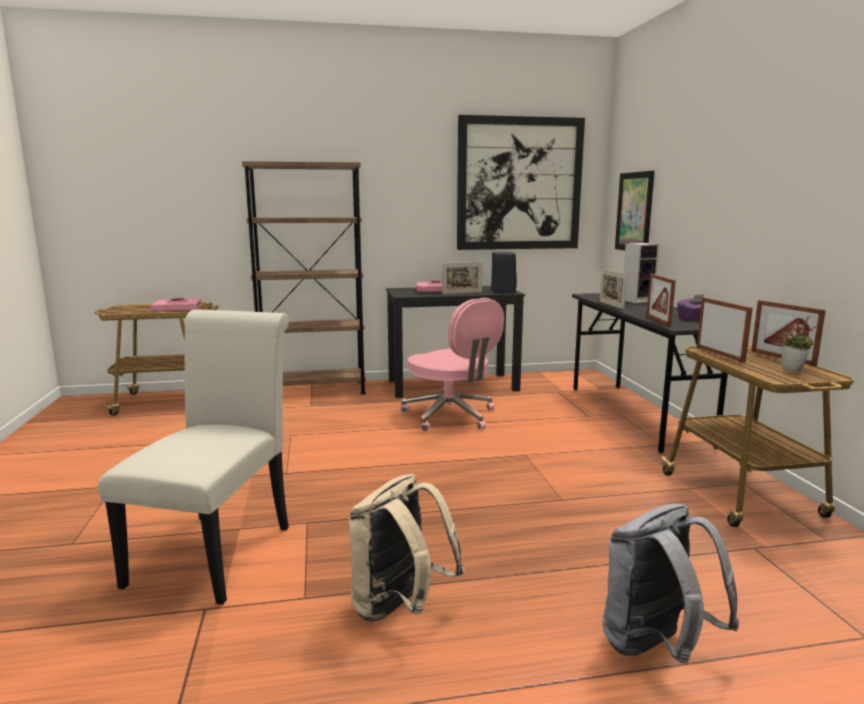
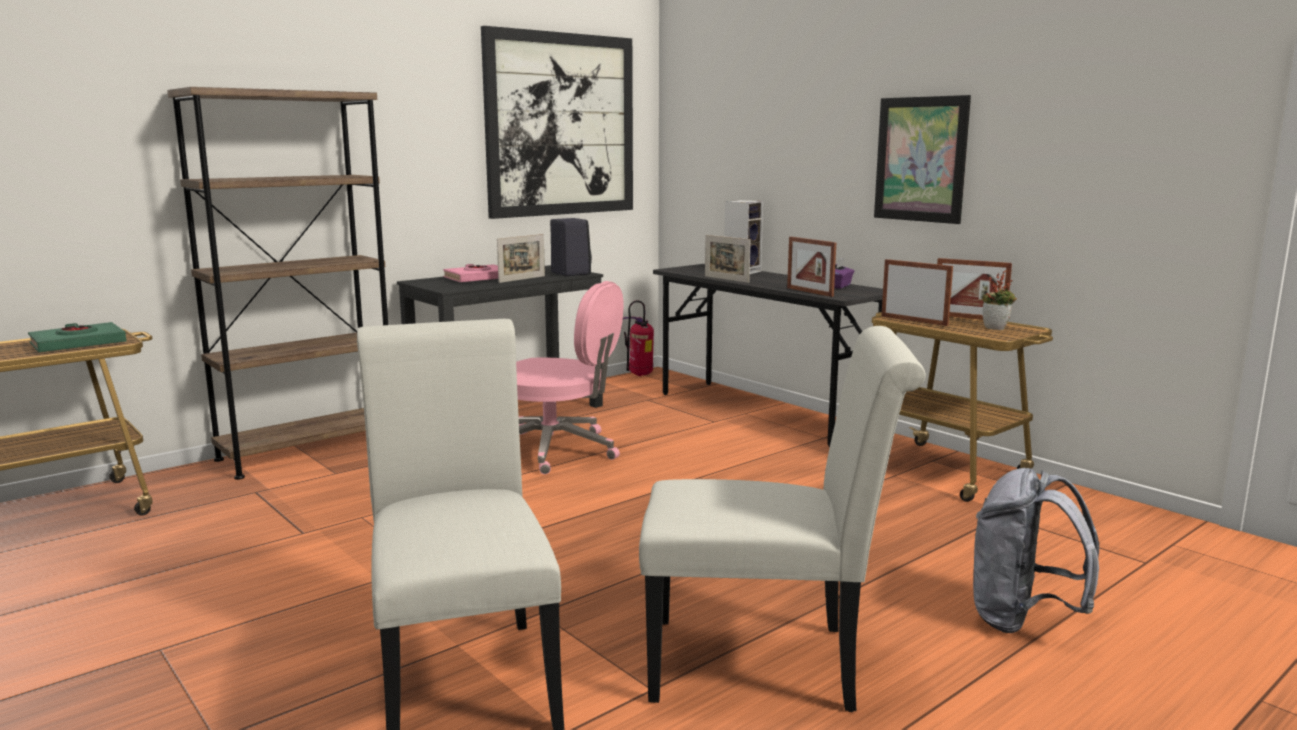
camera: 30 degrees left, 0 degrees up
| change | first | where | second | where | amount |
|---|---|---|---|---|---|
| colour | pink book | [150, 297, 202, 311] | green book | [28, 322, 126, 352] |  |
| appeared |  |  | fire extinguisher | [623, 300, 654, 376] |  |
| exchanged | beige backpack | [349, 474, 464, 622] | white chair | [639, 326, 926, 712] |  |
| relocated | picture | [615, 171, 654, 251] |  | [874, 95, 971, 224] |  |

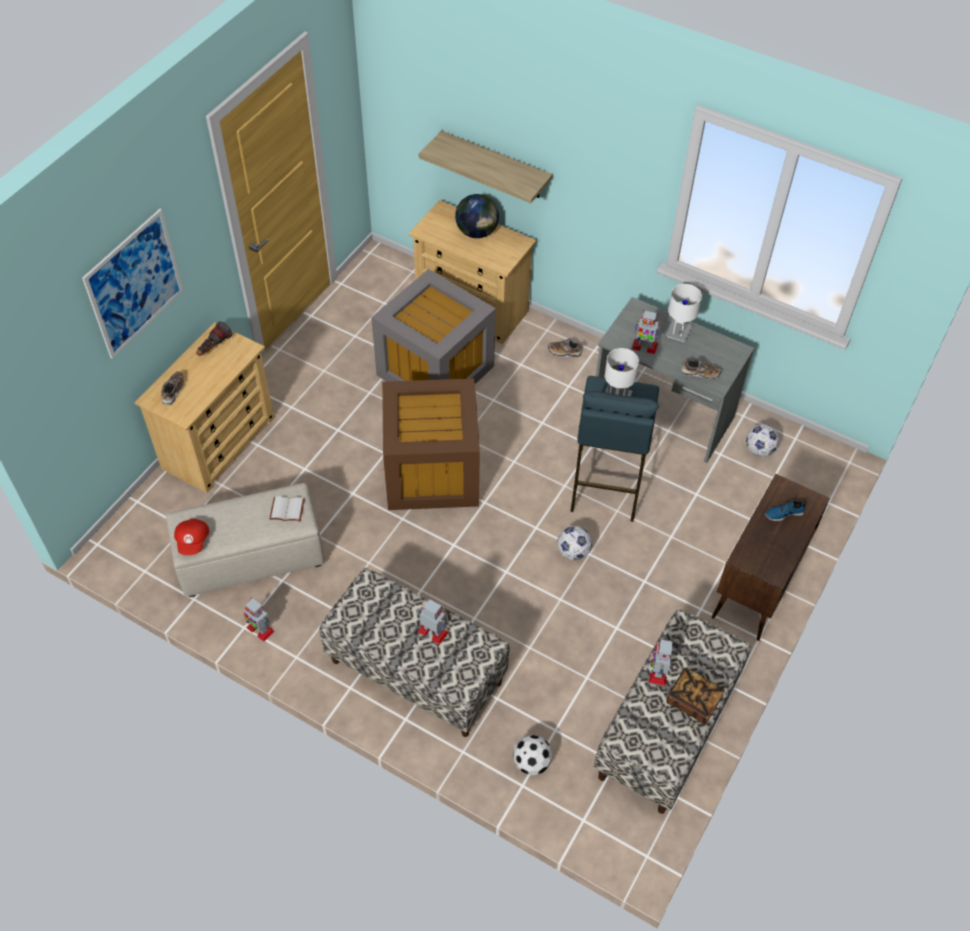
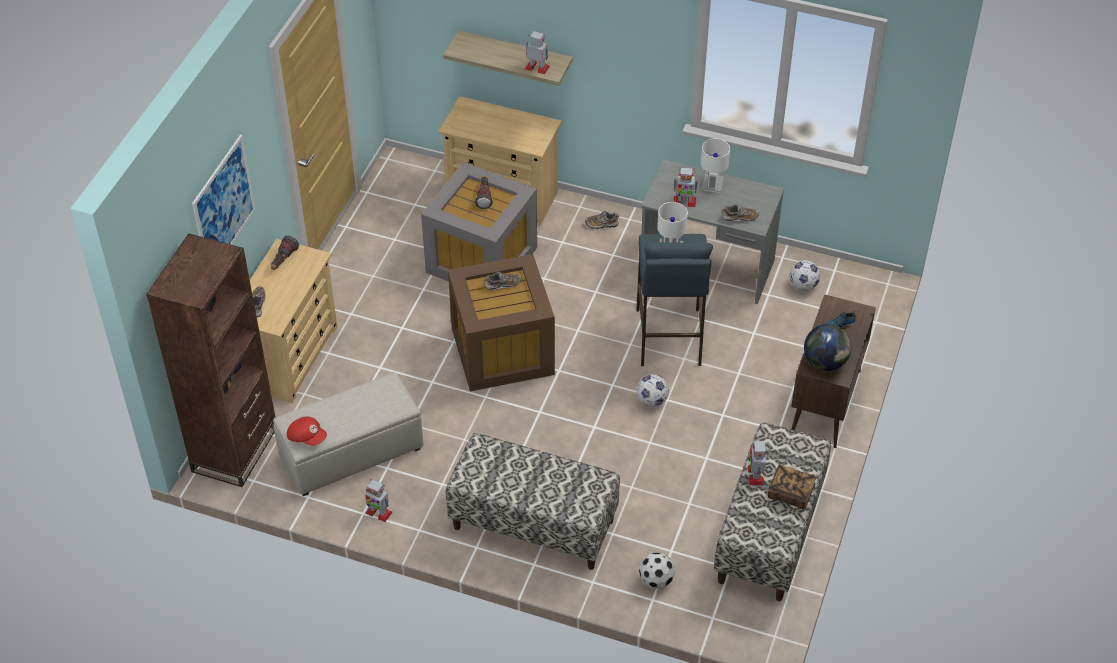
camera: 10 degrees left, 5 degrees down
| change | first | where | second | where | amount |
|---|---|---|---|---|---|
| appeared |  |  | brown bookcase | [146, 233, 276, 487] |  |
| spun | red cap | [174, 519, 209, 555] |  | [287, 417, 327, 446] | 45 degrees counterclockwise |
| appeared |  |  | flashlight | [475, 176, 493, 209] |  |
| appeared |  |  | shoe | [484, 272, 521, 290] |  |
| relocated | toy robot | [417, 599, 449, 644] |  | [525, 31, 550, 74] |  |
| relocated | globe | [455, 194, 499, 238] |  | [804, 324, 851, 371] |  |
| missing | white book | [270, 496, 304, 521] |  |  |  |

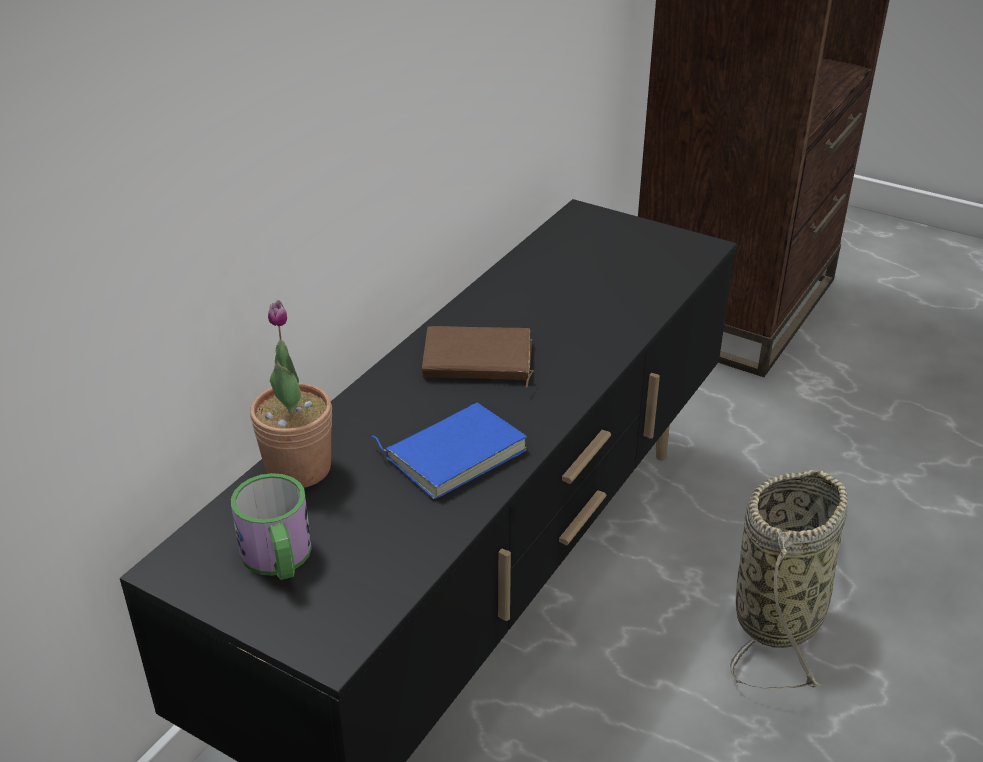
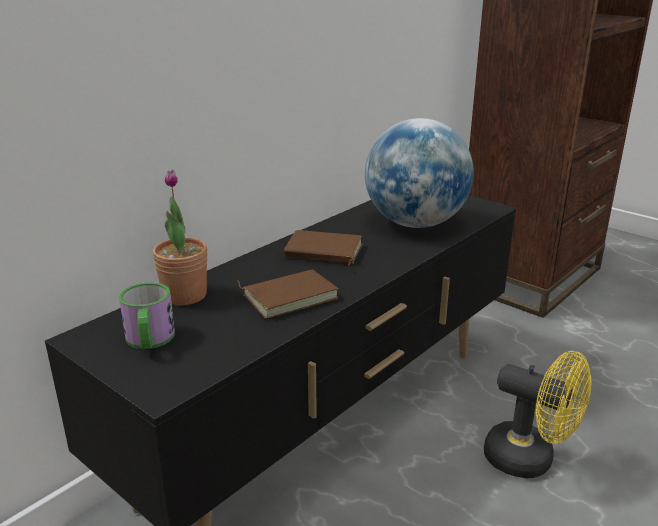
camera: 10 degrees right, 10 degrees down
| change | first | where | second | where | amount |
|---|---|---|---|---|---|
| colour | blue book | [371, 403, 527, 499] | brown book | [237, 269, 338, 319] |  |
| appeared |  |  | globe | [365, 118, 474, 228] |  |
| exchanged | basket | [730, 470, 848, 689] | yellow fan | [484, 351, 592, 479] |  |

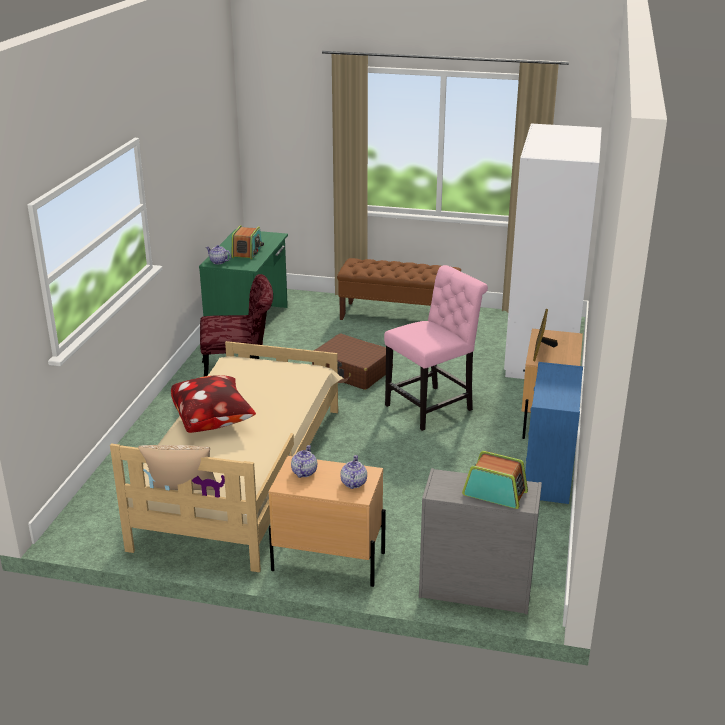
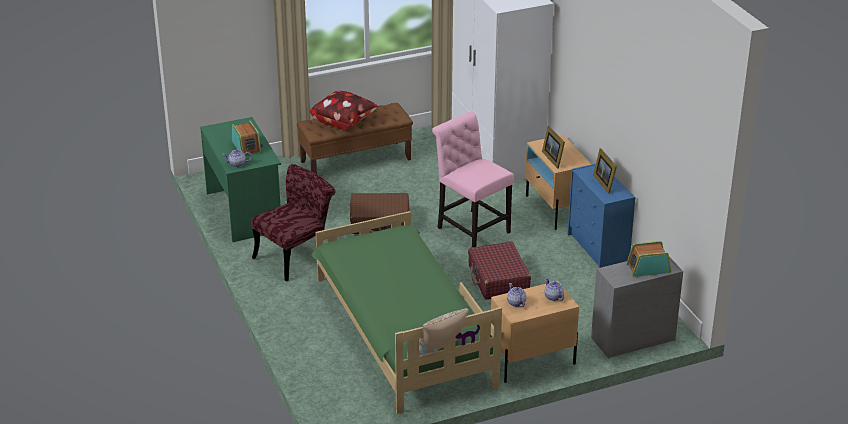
camera: 35 degrees left, 5 degrees up
| change | first | where | second | where | amount |
|---|---|---|---|---|---|
| relocated | pillow | [171, 375, 256, 433] |  | [309, 91, 378, 130] |  |
| colour | beige bed | [110, 341, 344, 572] | green bed | [311, 211, 502, 414] |  |
| spun | pink chair | [384, 265, 488, 431] |  | [432, 112, 514, 247] | 60 degrees counterclockwise |
| appeared |  |  | red suitcase | [468, 242, 531, 300] |  |
| appeared |  |  | picture frame | [593, 148, 617, 194] |  |

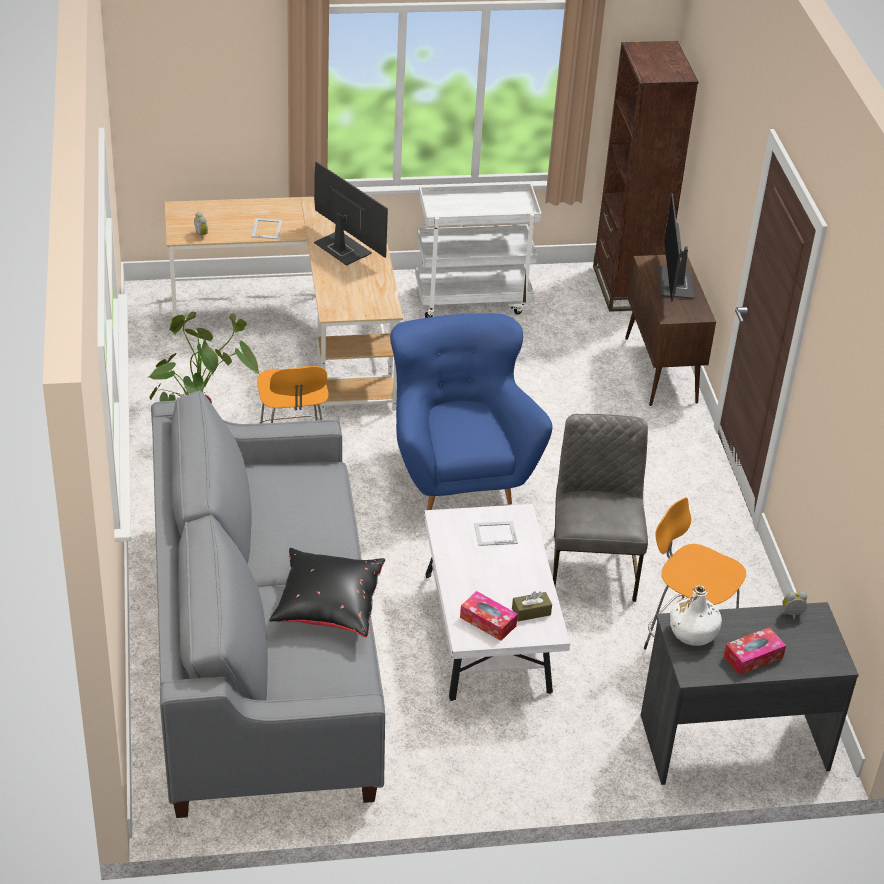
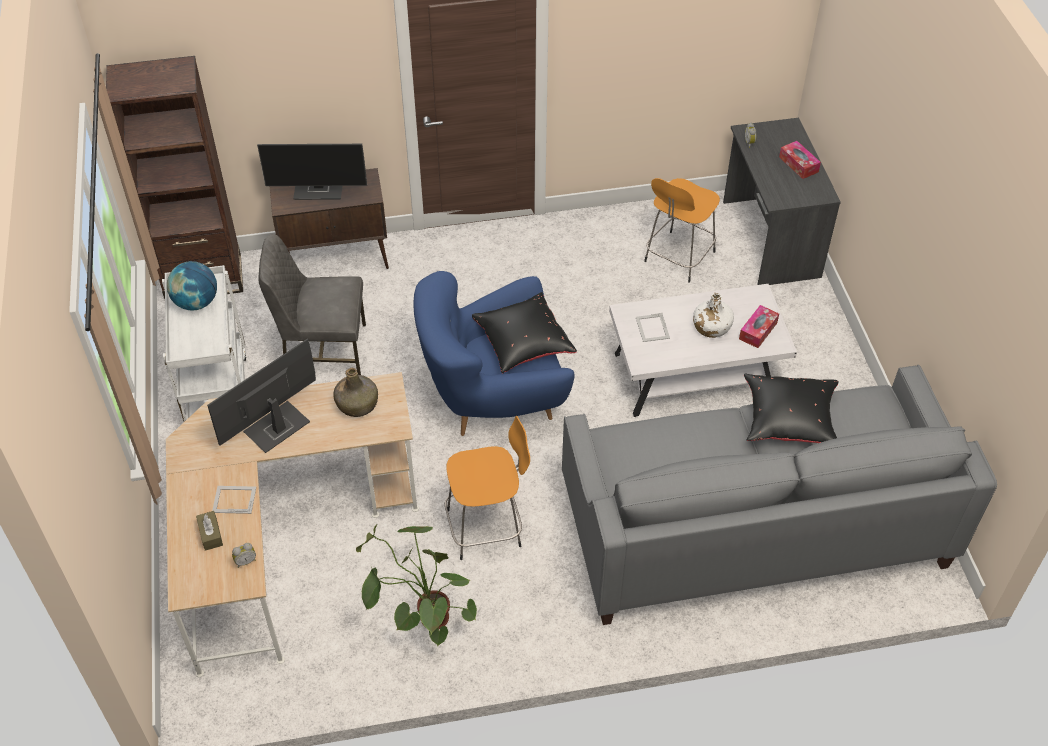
camera: 90 degrees left, 10 degrees up
| change | first | where | second | where | amount |
|---|---|---|---|---|---|
| appeared |  |  | globe | [167, 261, 217, 311] |  |
| relocated | brown tissue box | [512, 591, 552, 621] |  | [196, 511, 223, 551] |  |
| relocated | grey chair | [553, 414, 648, 602] |  | [259, 234, 366, 375] |  |
| appeared |  |  | green bottle | [333, 368, 378, 417] |  |
| appeared |  |  | black pillow | [472, 292, 577, 373] |  |
| relocated | white bottle | [670, 585, 722, 646] |  | [693, 293, 734, 338] |  |

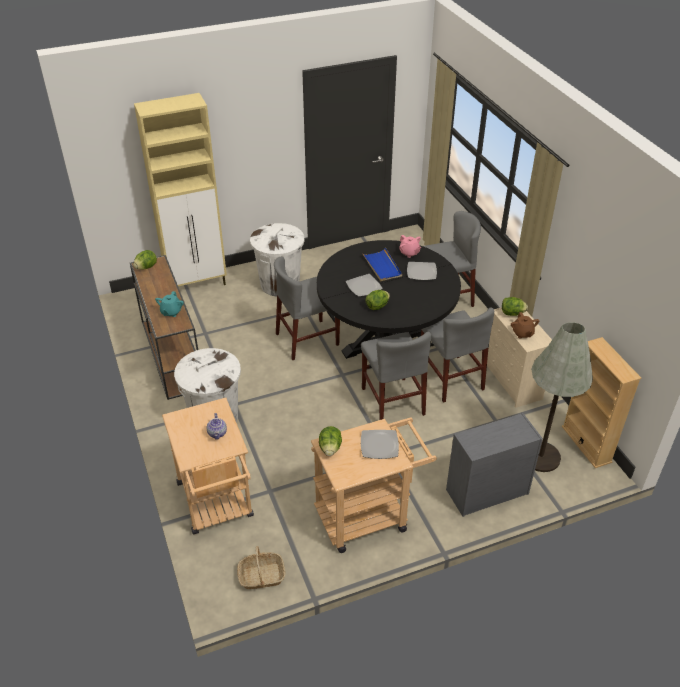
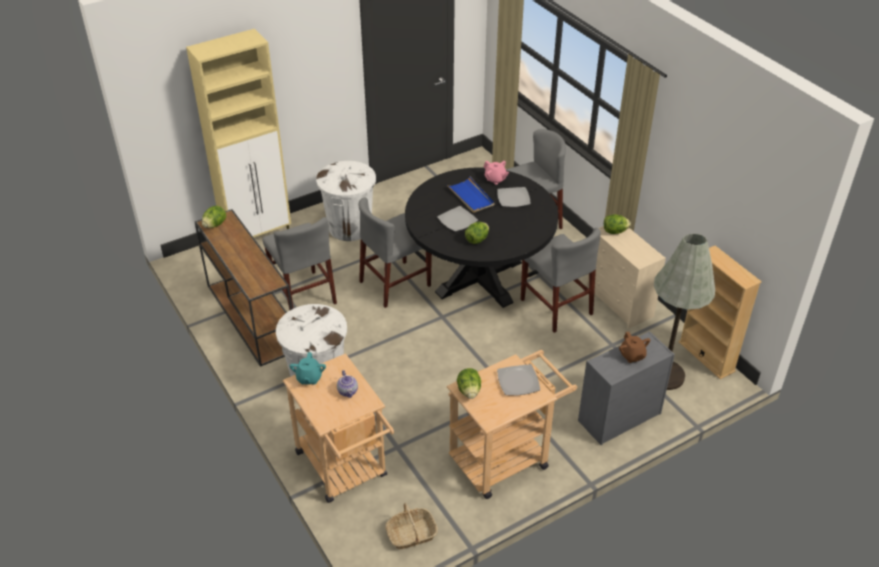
camera: 10 degrees left, 0 degrees up
| change | first | where | second | where | amount |
|---|---|---|---|---|---|
| relocated | grey chair | [361, 332, 431, 420] |  | [262, 217, 337, 311] |  |
| relocated | turquoise teapot | [155, 291, 184, 317] |  | [290, 352, 326, 384] |  |
| relocated | brown teapot | [511, 312, 539, 339] |  | [619, 332, 650, 363] |  |

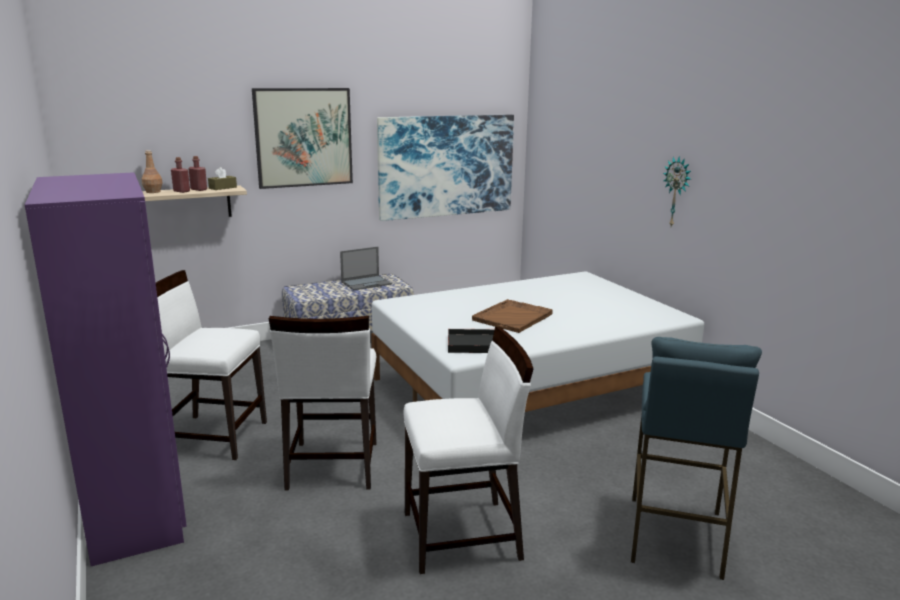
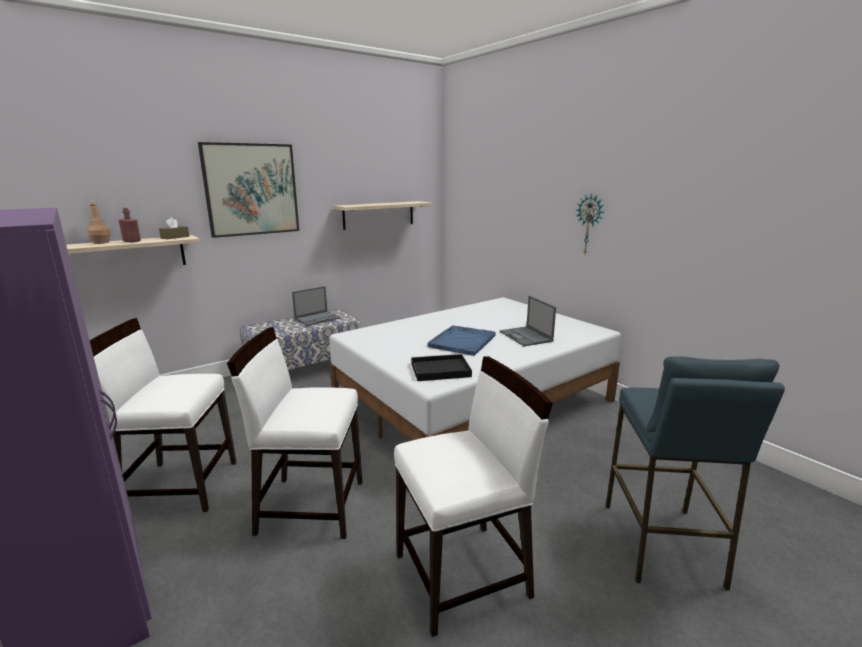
camera: 10 degrees left, 0 degrees up
| change | first | where | second | where | amount |
|---|---|---|---|---|---|
| spun | white chair | [269, 316, 377, 490] |  | [227, 327, 362, 539] | 105 degrees clockwise |
| exchanged | picture | [377, 114, 514, 221] | shelf | [334, 201, 432, 230] |  |
| colour | brown tray | [472, 299, 553, 333] | blue tray | [428, 325, 495, 356] |  |
| appeared |  |  | laptop | [500, 296, 556, 346] |  |
| missing | red bottle | [188, 156, 207, 191] |  |  |  |

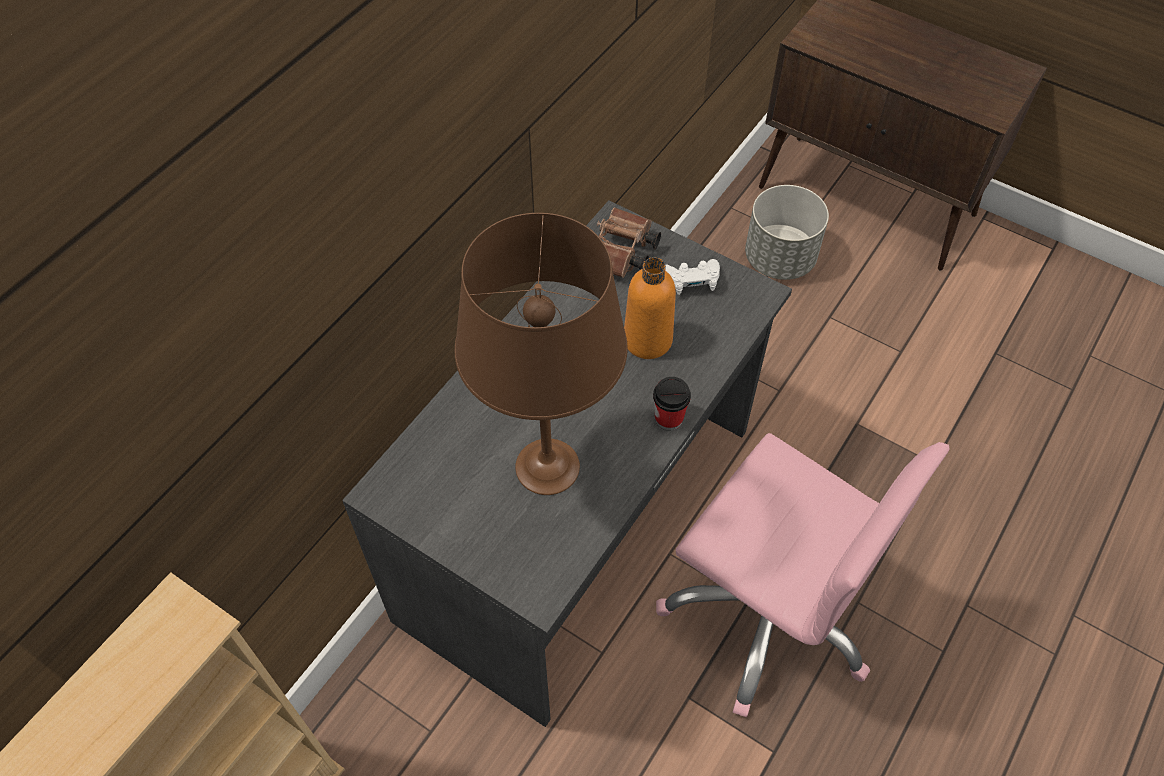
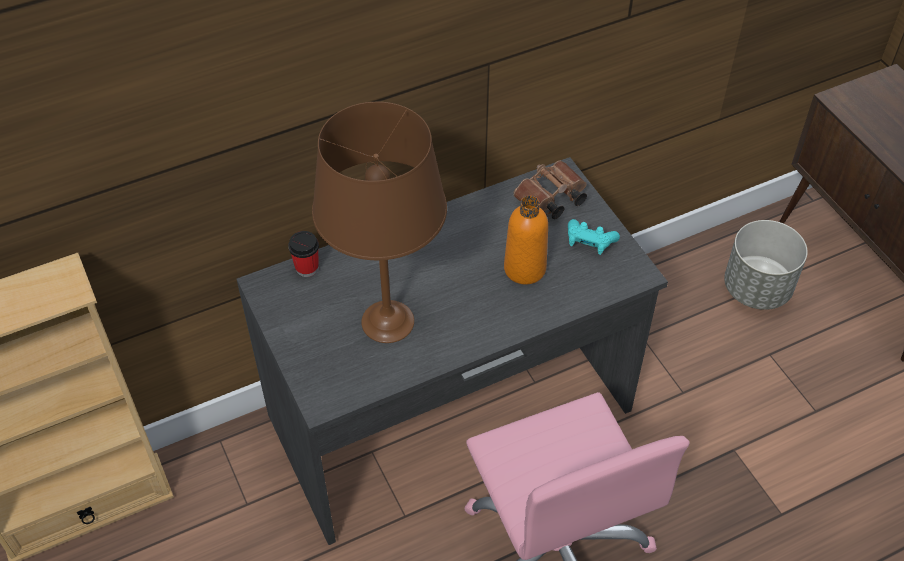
camera: 30 degrees right, 5 degrees down
| change | first | where | second | where | amount |
|---|---|---|---|---|---|
| relocated | cup | [653, 377, 691, 431] |  | [288, 231, 319, 277] |  |
| colour | white game controller | [665, 259, 720, 295] | turquoise game controller | [568, 219, 620, 255] |  |

